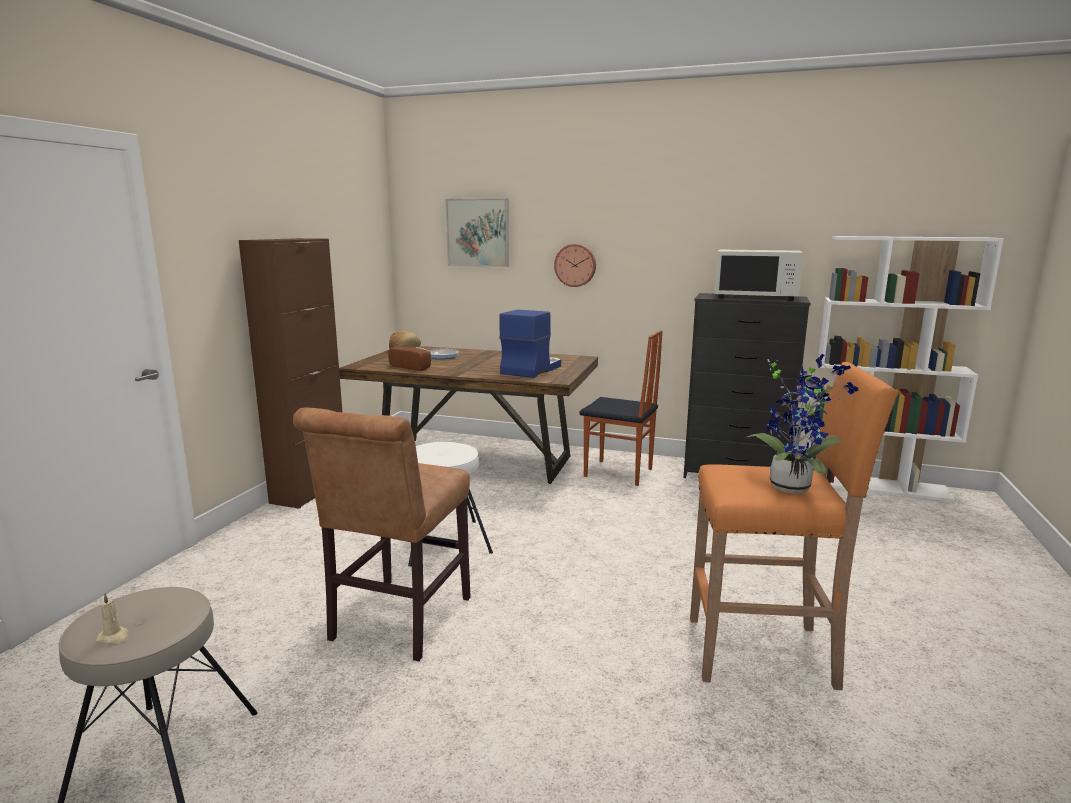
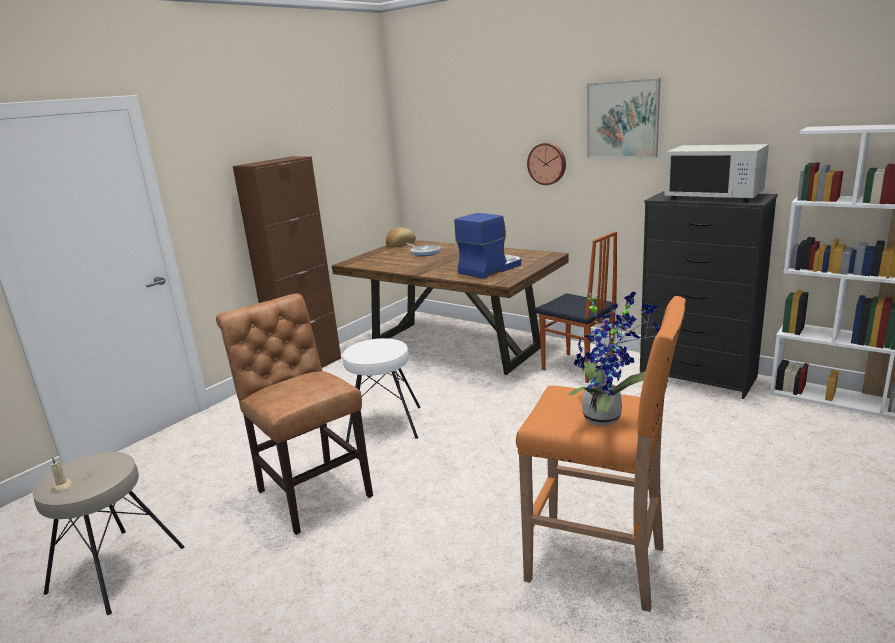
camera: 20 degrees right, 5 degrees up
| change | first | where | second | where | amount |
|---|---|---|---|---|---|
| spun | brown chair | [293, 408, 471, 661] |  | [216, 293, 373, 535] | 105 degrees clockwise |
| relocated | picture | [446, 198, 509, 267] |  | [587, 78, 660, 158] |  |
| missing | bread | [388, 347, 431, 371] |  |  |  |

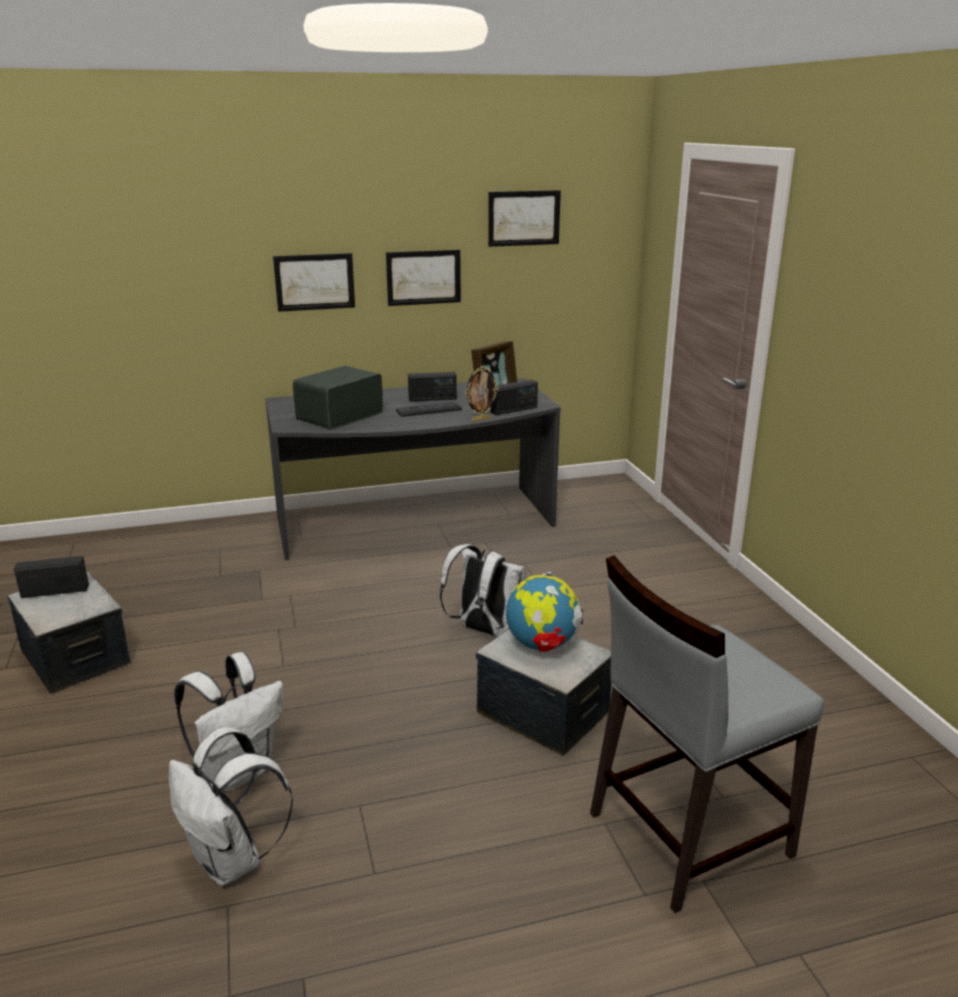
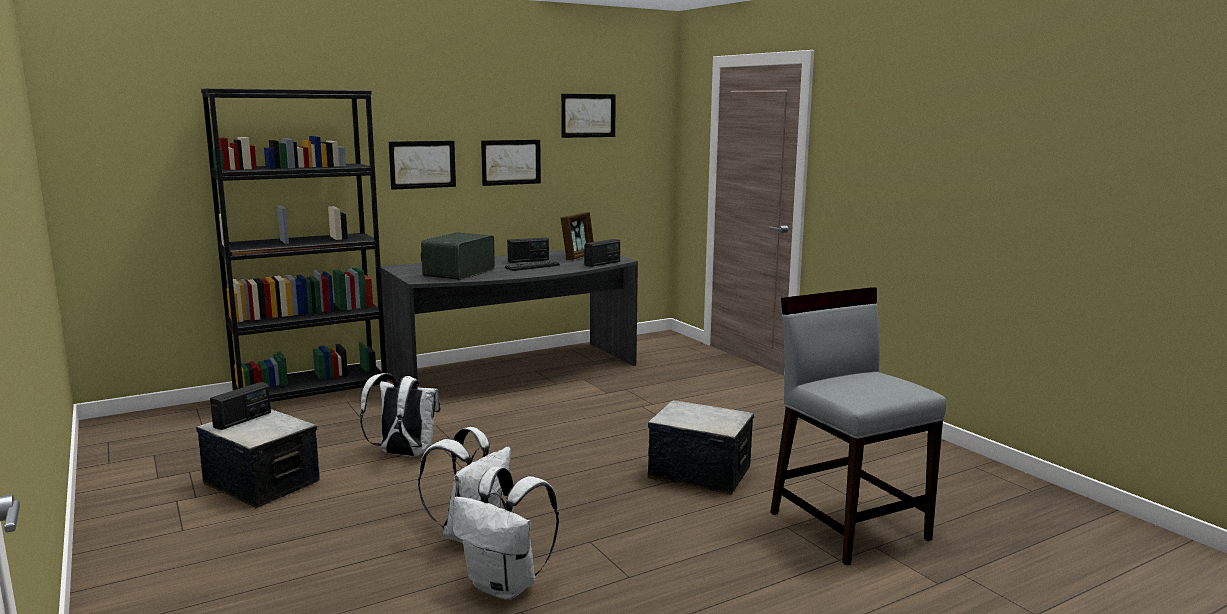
camera: 15 degrees left, 10 degrees down
| change | first | where | second | where | amount |
|---|---|---|---|---|---|
| appeared |  |  | black bookcase | [201, 88, 387, 402] |  |
| spun | radio | [14, 556, 89, 598] |  | [210, 382, 271, 430] | 150 degrees clockwise |
| relocated | white backpack | [440, 544, 526, 636] |  | [360, 373, 441, 457] |  |
| spun | grey chair | [590, 555, 824, 913] |  | [770, 287, 946, 566] | 105 degrees clockwise |
| missing | picture frame | [466, 366, 498, 421] |  |  |  |
| missing | globe | [506, 571, 583, 652] |  |  |  |

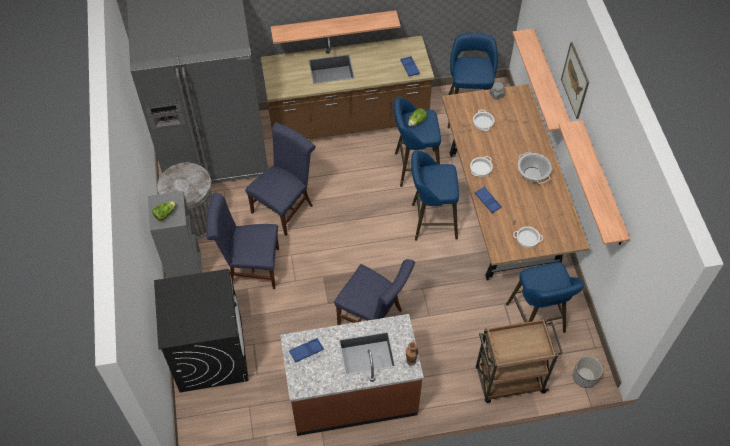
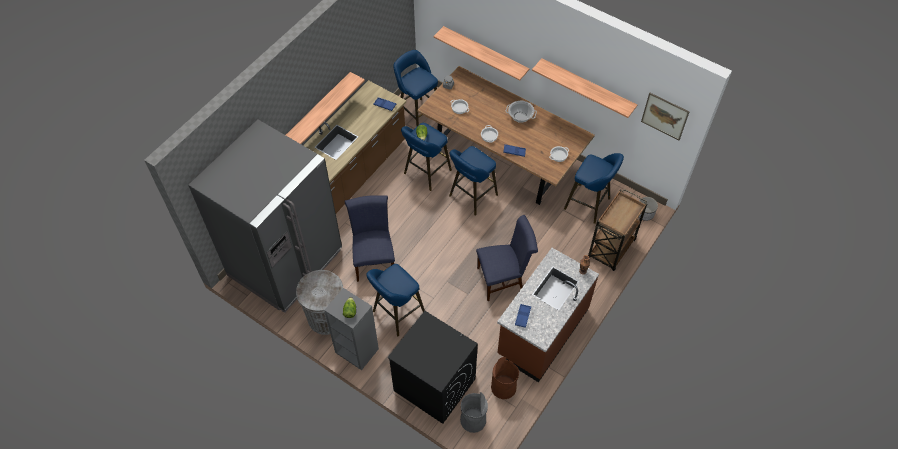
camera: 45 degrees left, 0 degrees up
| change | first | where | second | where | amount |
|---|---|---|---|---|---|
| exchanged | blue chair | [206, 192, 279, 289] | blue stool | [366, 264, 425, 336] |  |
| appeared |  |  | grey trash can | [460, 392, 488, 433] |  |
| appeared |  |  | brown trash can | [491, 357, 519, 399] |  |
| relocated | picture | [561, 42, 589, 119] |  | [641, 93, 689, 140] |  |

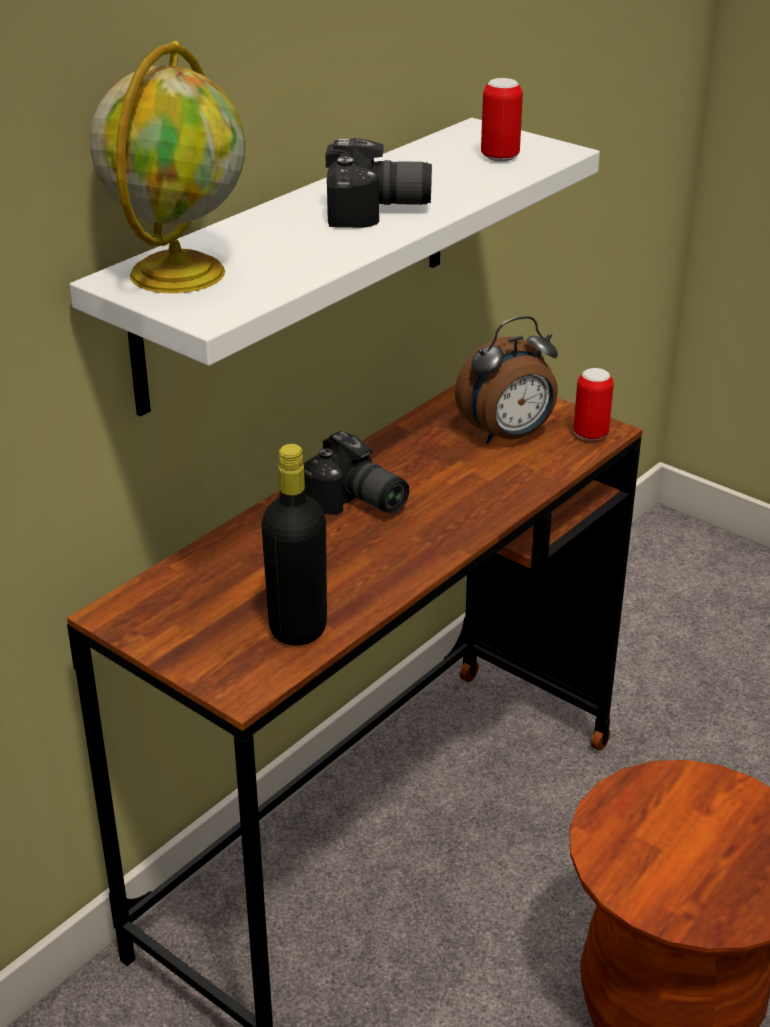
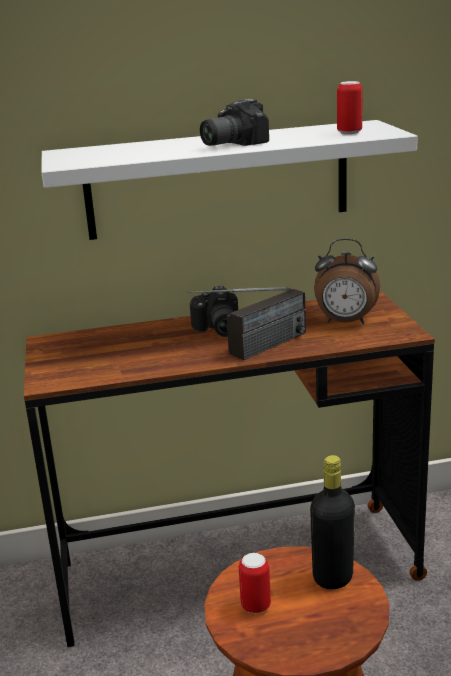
camera: 40 degrees right, 10 degrees down
| change | first | where | second | where | amount |
|---|---|---|---|---|---|
| appeared |  |  | radio | [186, 287, 306, 360] |  |
| spun | photo camera | [326, 138, 432, 228] |  | [200, 99, 269, 146] | 105 degrees clockwise |
| relocated | can | [573, 368, 614, 441] |  | [239, 553, 271, 614] |  |
| relocated | black bottle | [261, 444, 327, 646] |  | [310, 455, 355, 589] |  |
| missing | globe | [90, 41, 245, 293] |  |  |  |

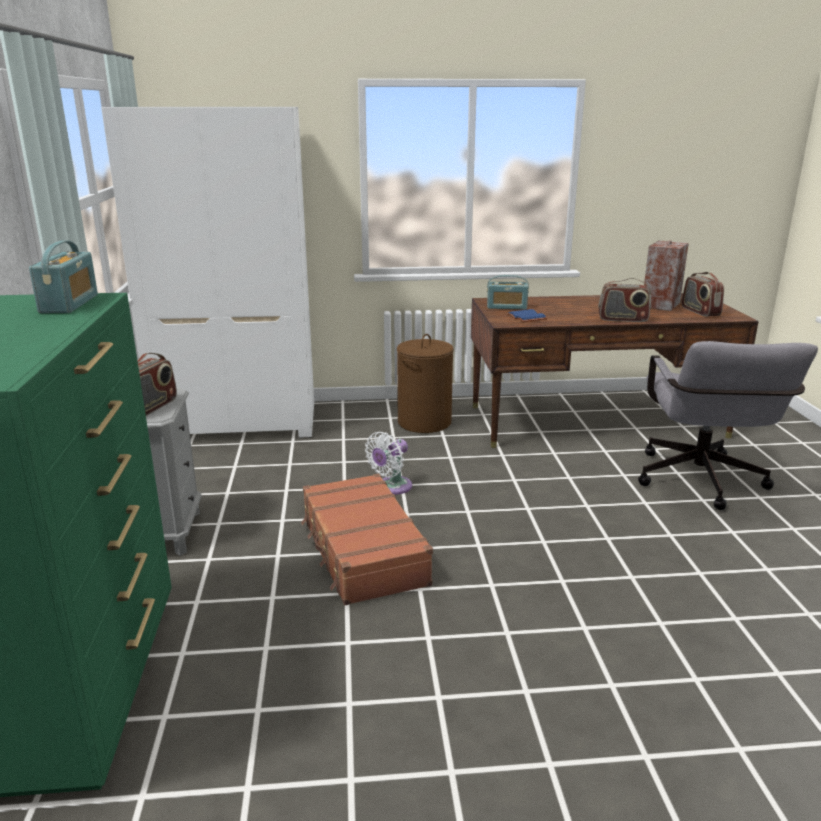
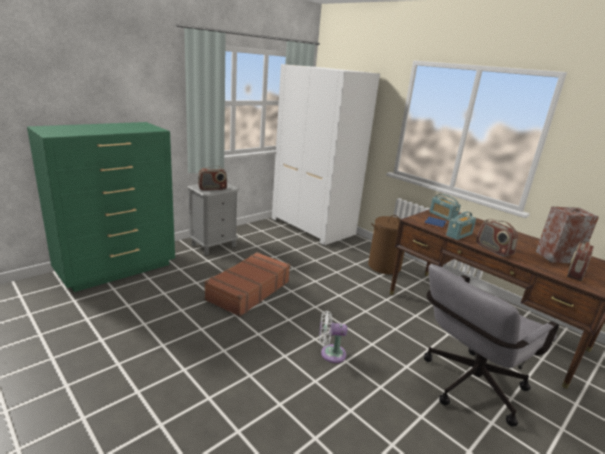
camera: 50 degrees right, 0 degrees up
| change | first | where | second | where | amount |
|---|---|---|---|---|---|
| relocated | white fan | [365, 432, 412, 494] |  | [319, 311, 347, 363] |  |
| relocated | radio | [29, 240, 98, 313] |  | [446, 212, 476, 240] |  |

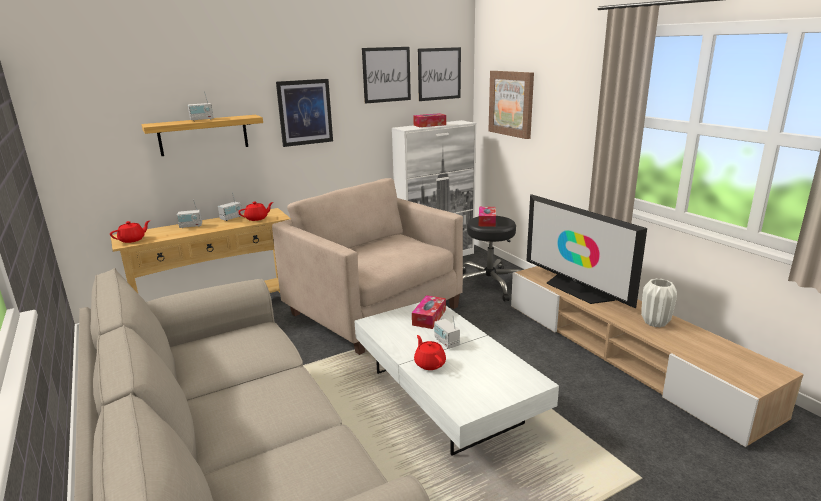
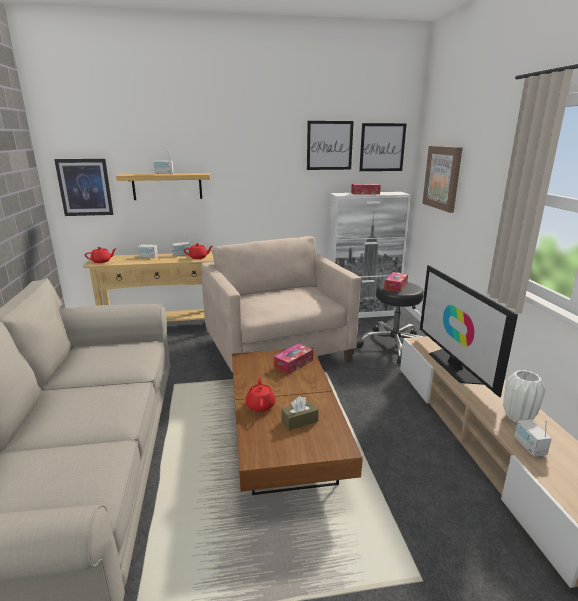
camera: 20 degrees right, 0 degrees up
| change | first | where | second | where | amount |
|---|---|---|---|---|---|
| relocated | picture | [276, 79, 333, 147] |  | [54, 159, 114, 216] |  |
| colour | white coffee table | [354, 302, 559, 456] | brown coffee table | [232, 348, 363, 495] |  |
| appeared |  |  | brown tissue box | [281, 396, 319, 430] |  |
| relocated | radio | [434, 315, 460, 349] |  | [514, 419, 552, 457] |  |

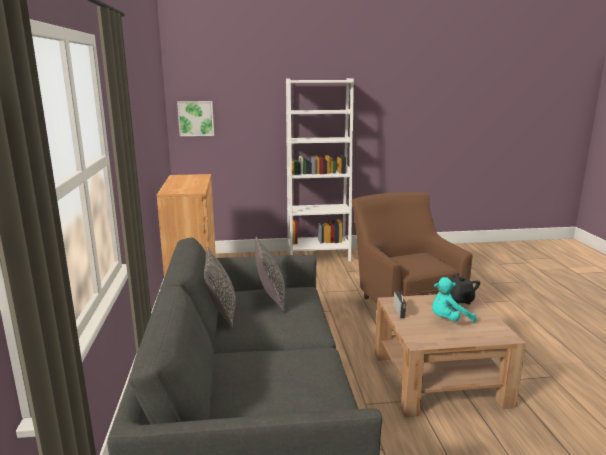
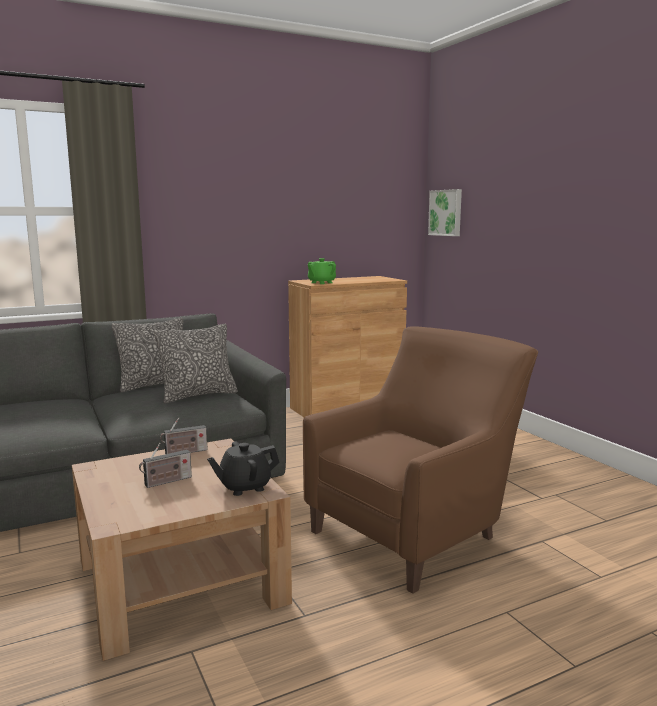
camera: 70 degrees right, 5 degrees down
| change | first | where | second | where | amount |
|---|---|---|---|---|---|
| exchanged | turquoise plush toy | [432, 277, 476, 322] | radio | [139, 443, 192, 488] |  |
| appeared |  |  | green teapot | [308, 258, 336, 284] |  |
| missing | white bookcase | [286, 78, 354, 262] |  |  |  |

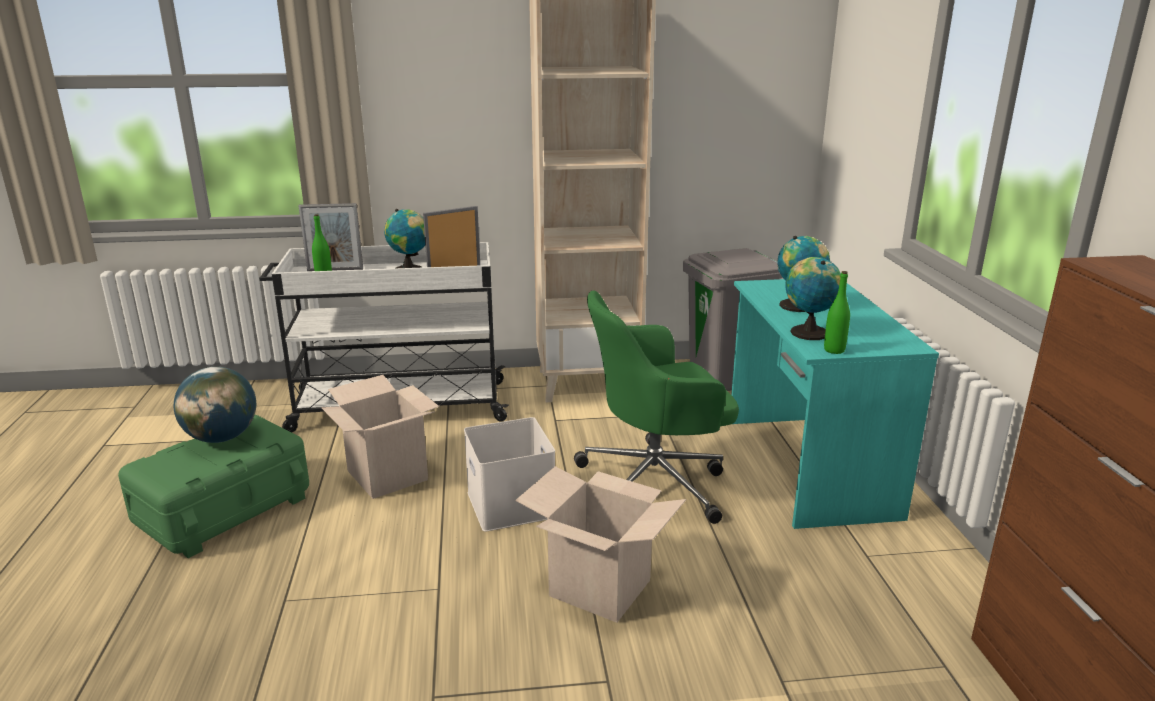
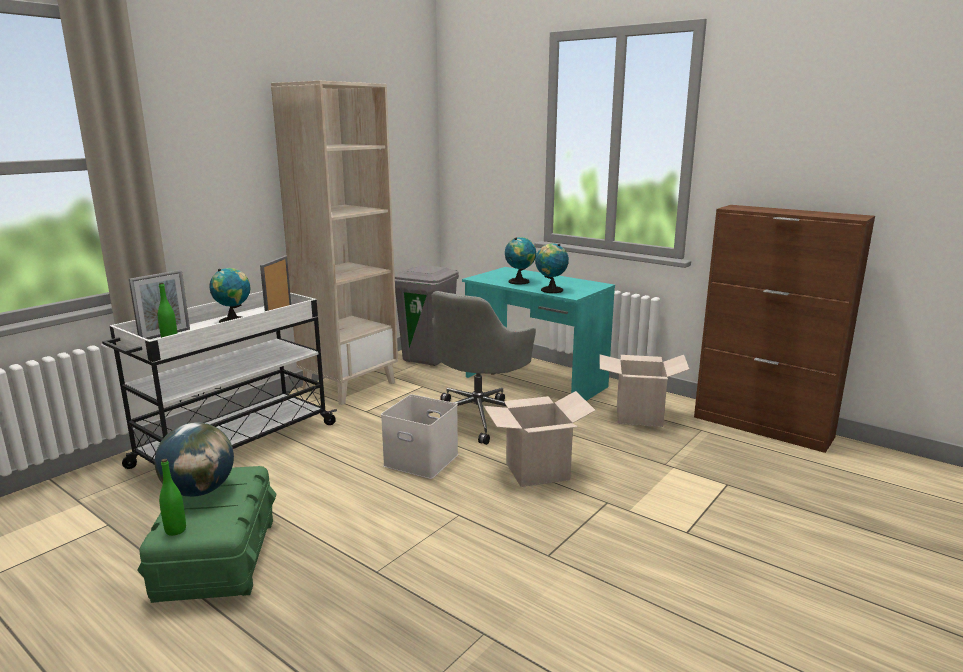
camera: 45 degrees left, 5 degrees down
| change | first | where | second | where | amount |
|---|---|---|---|---|---|
| relocated | green bottle | [824, 271, 850, 354] |  | [159, 459, 186, 536] |  |
| colour | green office chair | [574, 291, 739, 524] | grey office chair | [429, 291, 536, 445] |  |
| relocated | cardboard box | [322, 375, 439, 499] |  | [599, 355, 690, 427] |  |

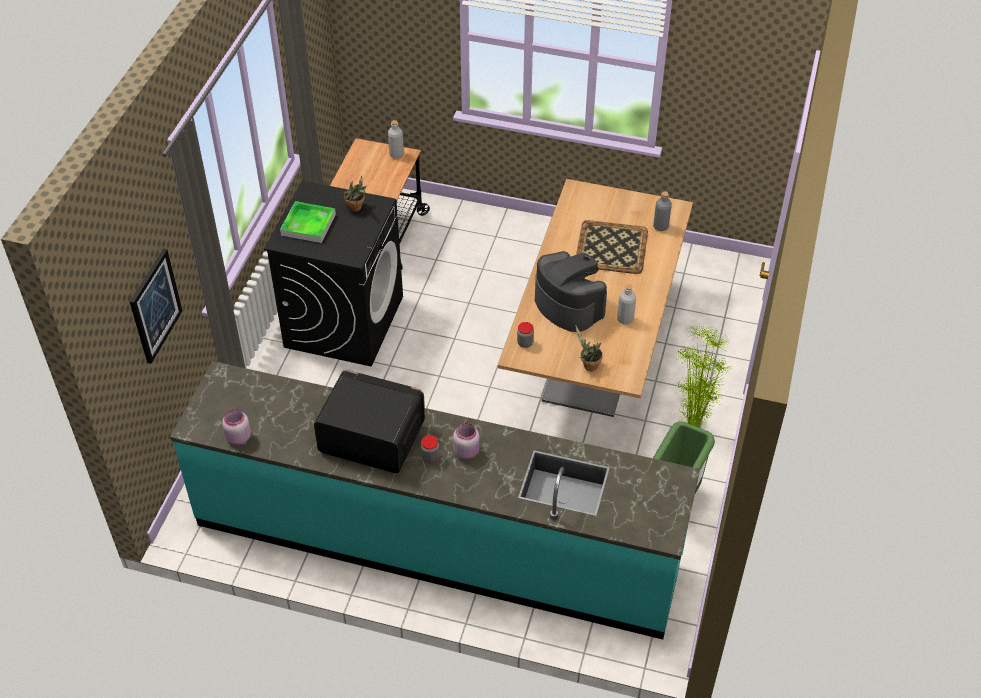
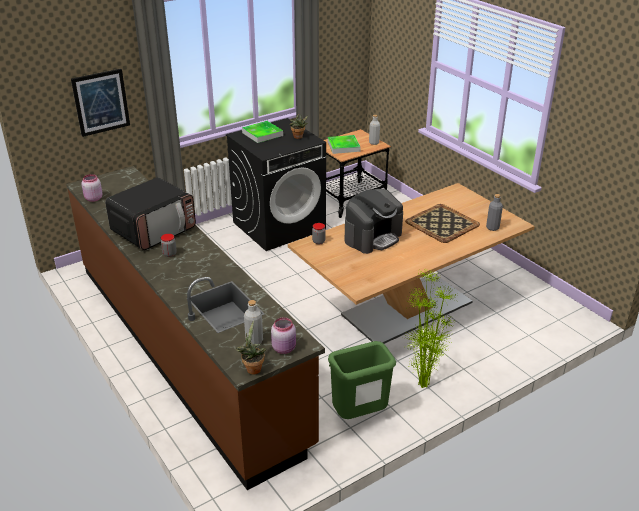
camera: 40 degrees right, 15 degrees down
| change | first | where | second | where | amount |
|---|---|---|---|---|---|
| colour | turquoise counter | [170, 361, 700, 639] | brown counter | [66, 166, 325, 490] |  |
| spun | microwave | [314, 370, 425, 473] |  | [105, 177, 196, 250] | 75 degrees clockwise |
| relocated | potted plant | [575, 325, 603, 371] |  | [236, 320, 266, 375] |  |
| relocated | grey bottle | [617, 284, 636, 325] |  | [244, 300, 263, 345] |  |
| relocated | pink jar | [453, 423, 480, 459] |  | [271, 318, 296, 354] |  |
| appeared |  |  | tray | [328, 135, 361, 154] |  |
| spun | coffee machine | [535, 251, 607, 332] |  | [345, 189, 403, 254] | 45 degrees clockwise |

